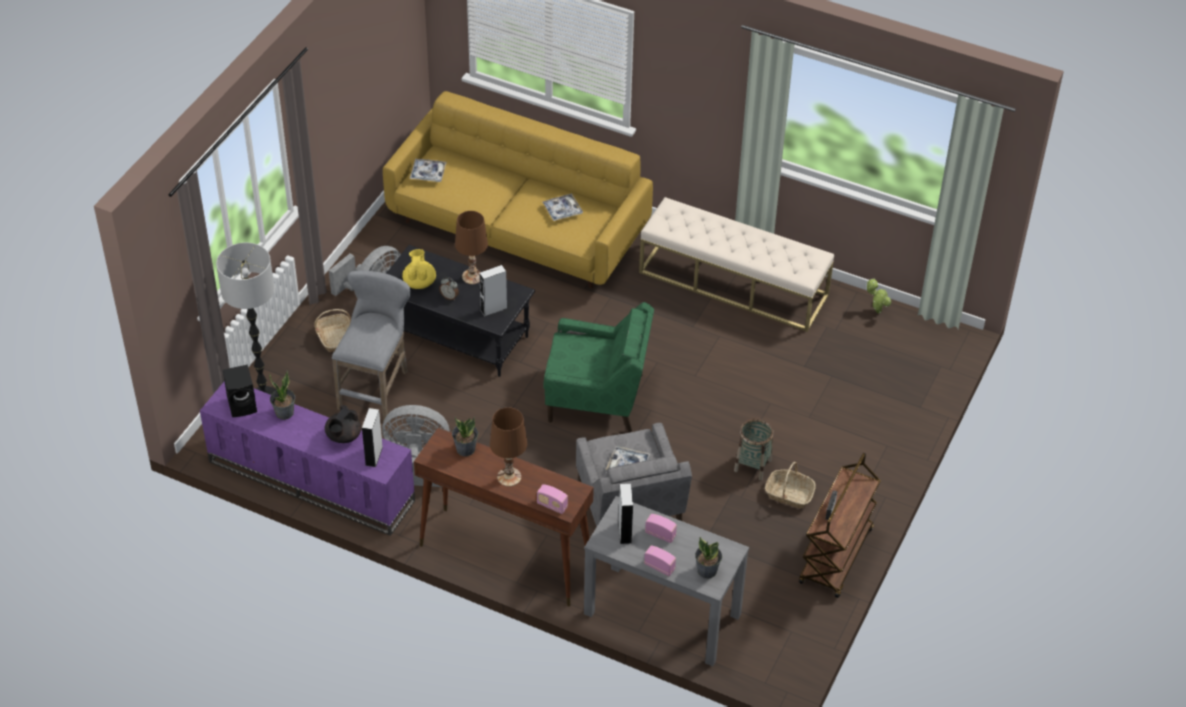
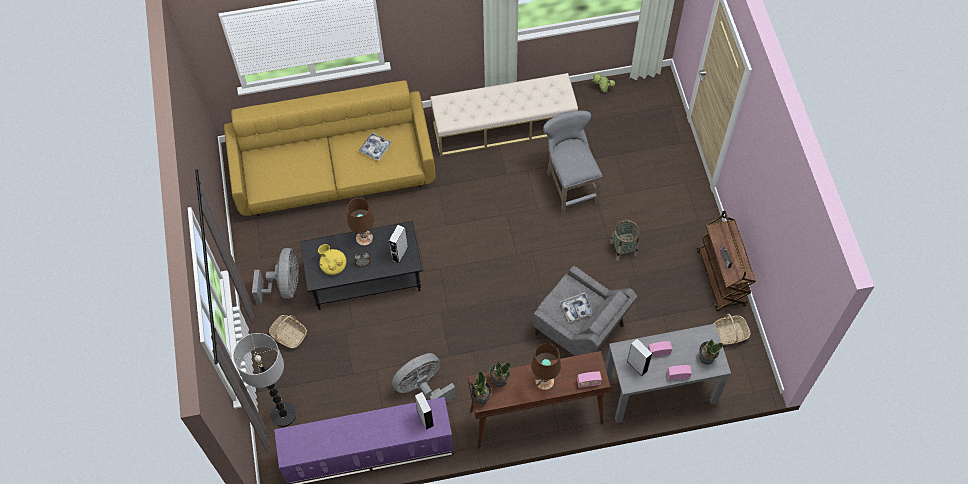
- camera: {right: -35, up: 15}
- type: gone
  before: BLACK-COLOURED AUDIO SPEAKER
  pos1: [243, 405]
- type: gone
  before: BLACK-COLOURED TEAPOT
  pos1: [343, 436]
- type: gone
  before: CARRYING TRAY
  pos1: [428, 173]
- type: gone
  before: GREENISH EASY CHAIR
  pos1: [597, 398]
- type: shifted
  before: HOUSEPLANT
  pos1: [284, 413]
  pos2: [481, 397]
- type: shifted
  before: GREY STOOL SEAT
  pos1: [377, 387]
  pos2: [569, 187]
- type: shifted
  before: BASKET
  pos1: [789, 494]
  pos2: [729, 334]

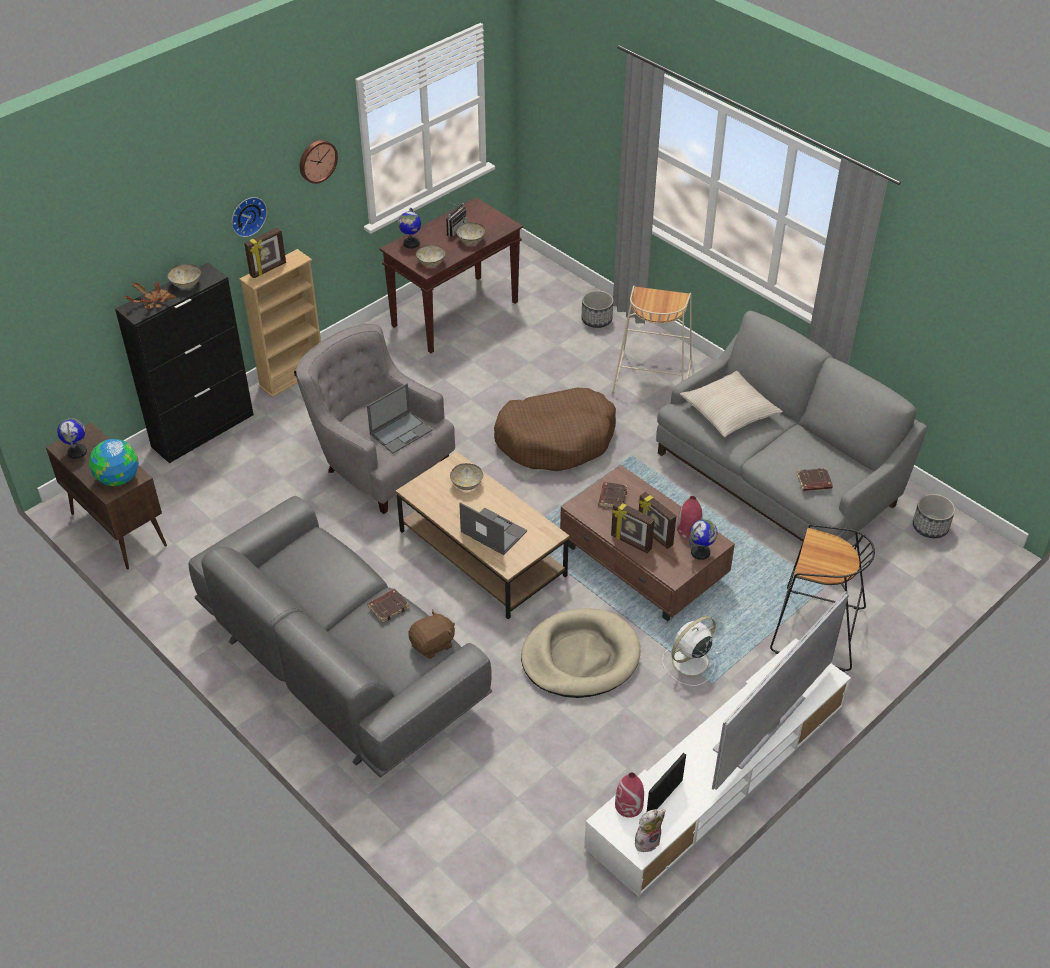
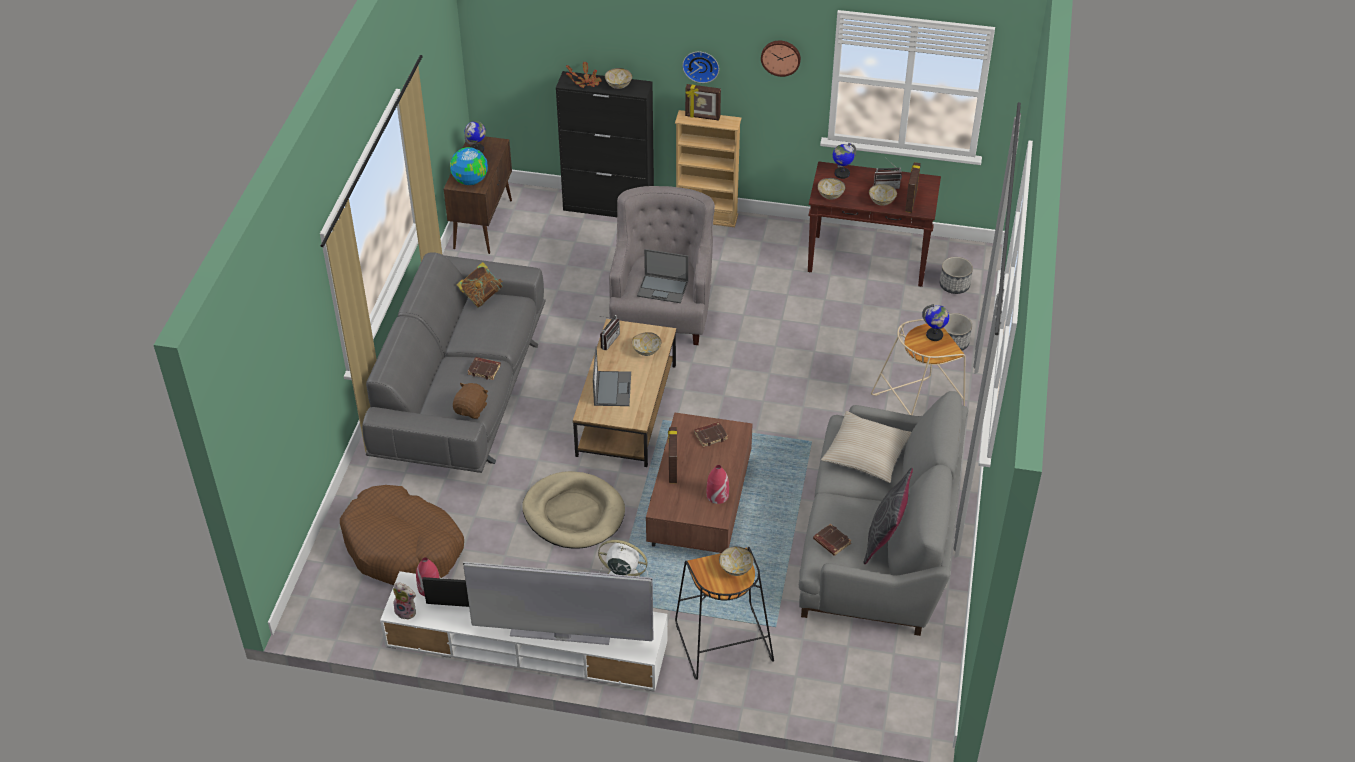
- camera: {right: 55, up: 0}
- type: new
  after: BOOK
  pos2: [481, 296]
- type: new
  after: RADIO RECEIVER
  pos2: [607, 340]
- type: new
  after: SERVING BOWL
  pos2: [736, 569]
- type: new
  after: GREY PILLOW
  pos2: [885, 539]
- type: shifted
  before: BROWN-COLOURED DOG BED
  pos1: [556, 439]
  pos2: [403, 547]
- type: shifted
  before: PHOTO FRAME
  pos1: [654, 536]
  pos2: [910, 201]
- type: shifted
  before: WORLD GLOBE
  pos1: [700, 552]
  pos2: [934, 335]
- type: shifted
  before: FLOWER POT
  pos1: [930, 527]
  pos2: [954, 285]
- type: rotated
  before: BROWN-COLOURED SOFT TOY
  pos1: [433, 644]
  pos2: [471, 409]
  turn: -90

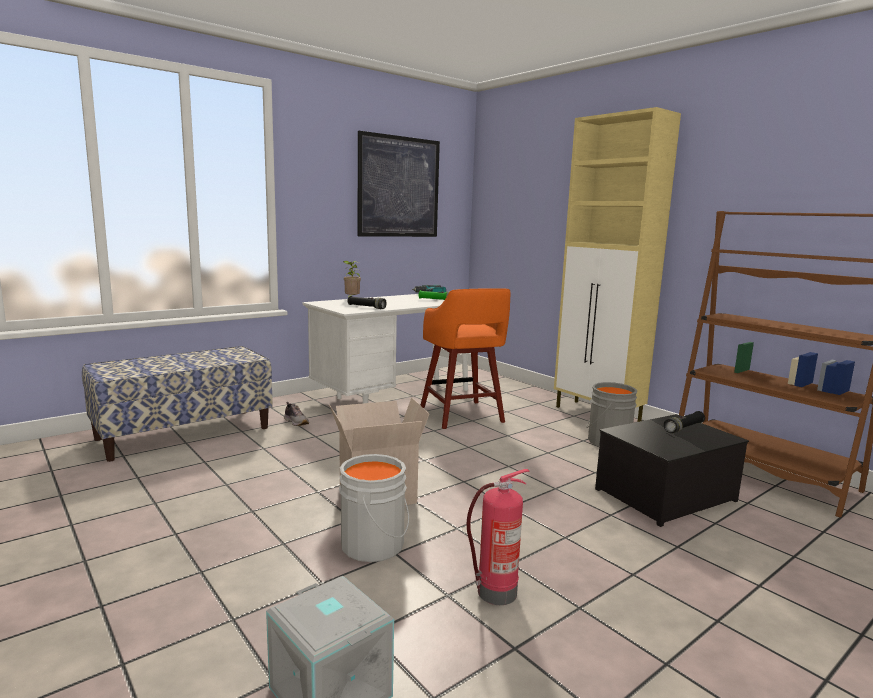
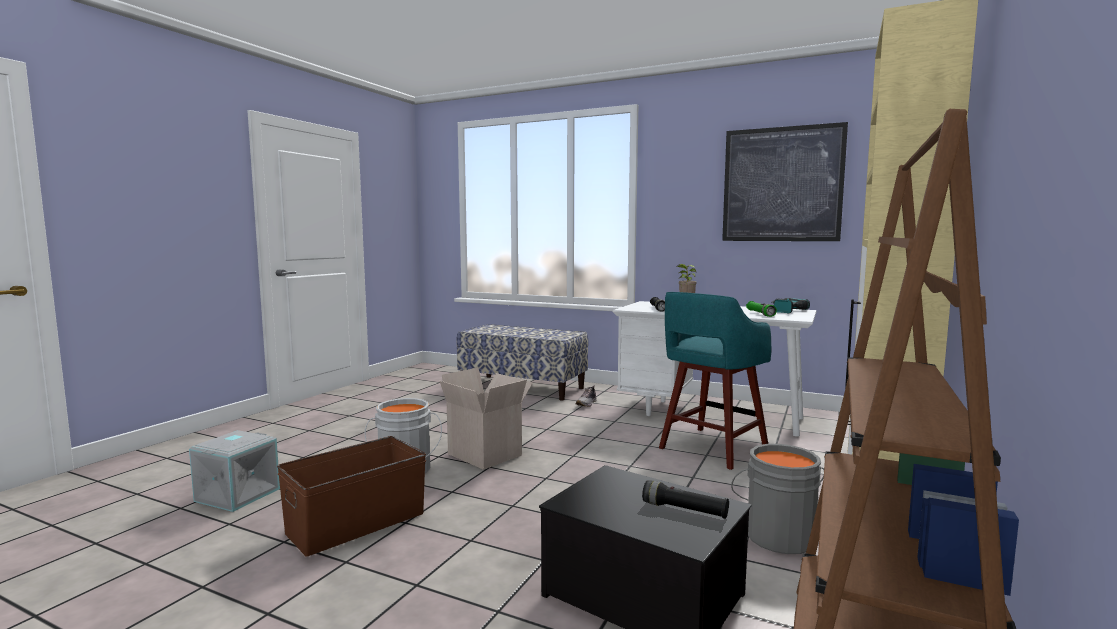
- camera: {right: 65, up: -5}
- type: swapped
  before: FIRE-FIGHTING CYLINDER
  after: BROWN-COLOURED STORAGE CONTAINER
  pos1: [495, 593]
  pos2: [355, 523]
- type: repainted
  before: ORANGE-COLOURED STOOL SEAT
  after: TURQUOISE STOOL SEAT
  pos1: [462, 415]
  pos2: [711, 448]

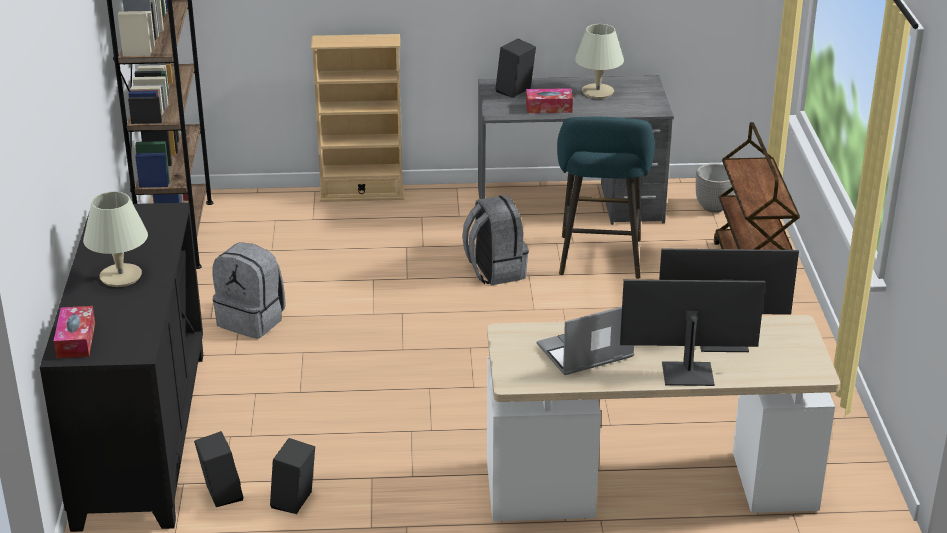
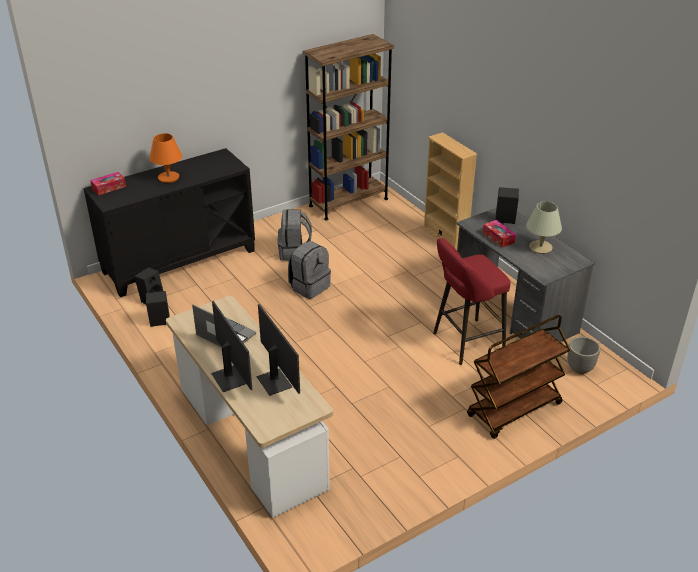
- camera: {right: 60, up: 5}
- type: shifted
  before: GREY RUCKSACK
  pos1: [494, 271]
  pos2: [309, 286]
- type: repainted
  before: BEIGE LAMP FOR A TABLE
  after: ORANGE-COLOURED LAMP FOR A TABLE
  pos1: [120, 277]
  pos2: [168, 178]
- type: repainted
  before: TURQUOISE STOOL SEAT
  after: RED-COLOURED STOOL SEAT
  pos1: [600, 260]
  pos2: [464, 342]

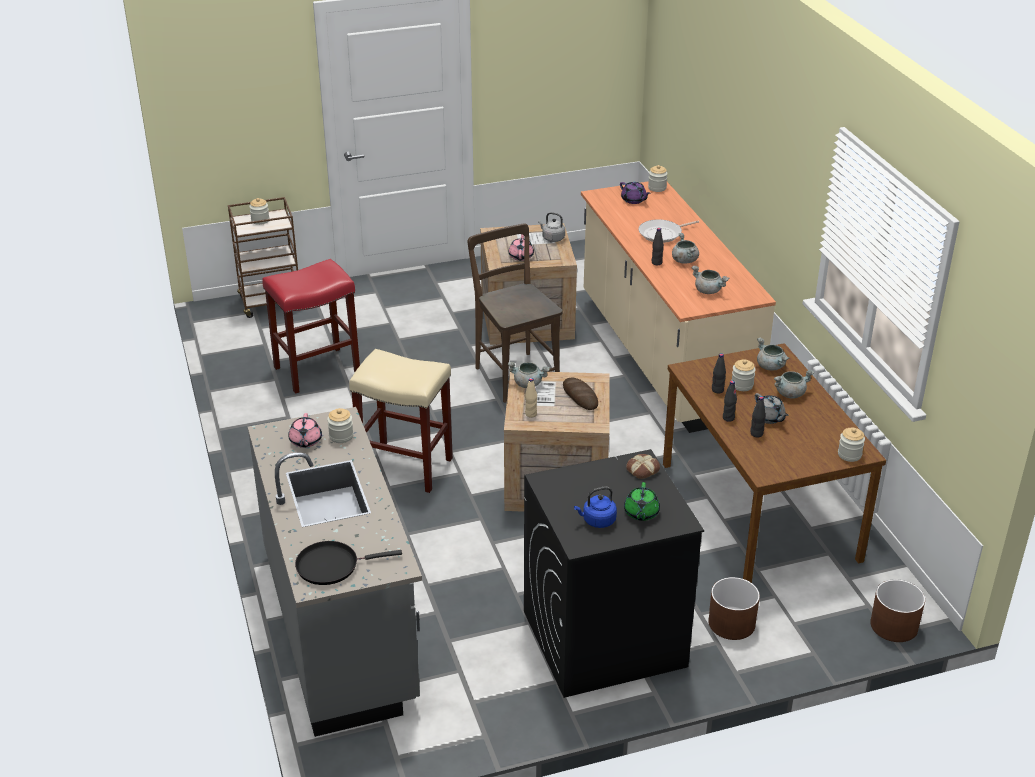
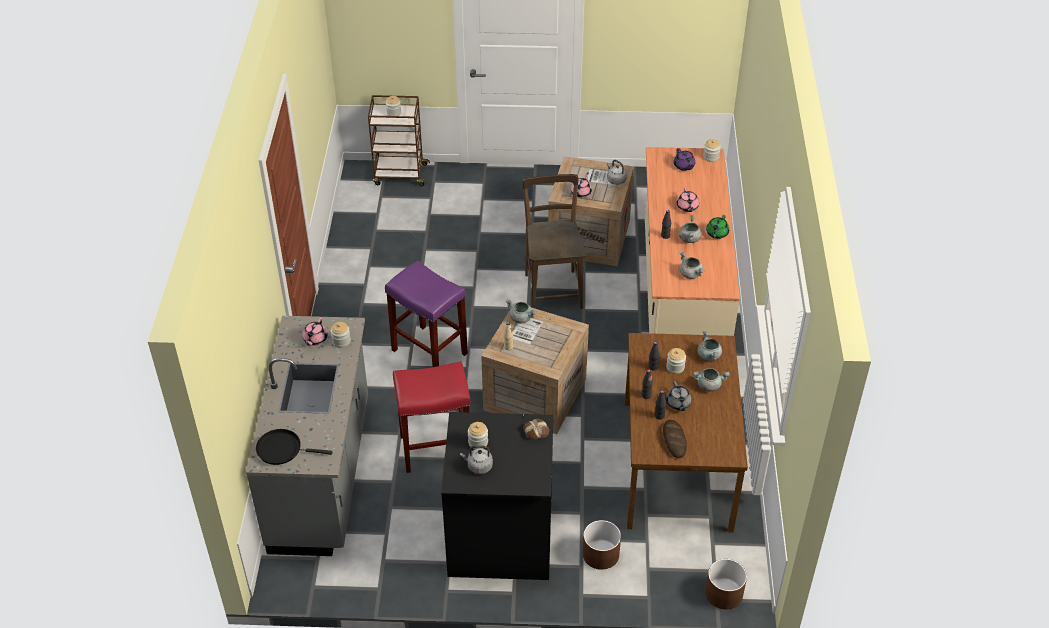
- camera: {right: 20, up: 10}
- type: shifted
  before: RED-COLOURED STOOL SEAT
  pos1: [317, 369]
  pos2: [436, 448]
- type: shifted
  before: BREAD
  pos1: [580, 396]
  pos2: [674, 440]
- type: shifted
  before: GREENISH TEAPOT
  pos1: [641, 513]
  pos2: [716, 233]
- type: shifted
  before: STORAGE JAR
  pos1: [849, 454]
  pos2: [478, 442]
- type: swapped
  before: FRYING PAN
  after: PINK-COLOURED TEAPOT
  pos1: [662, 234]
  pos2: [687, 207]
- type: repainted
  before: BEIGE STOOL SEAT
  after: PURPLE STOOL SEAT
  pos1: [404, 467]
  pos2: [428, 352]
- type: repainted
  before: BLUE-COLOURED KETTLE
  after: GREY KETTLE
  pos1: [597, 521]
  pos2: [478, 466]

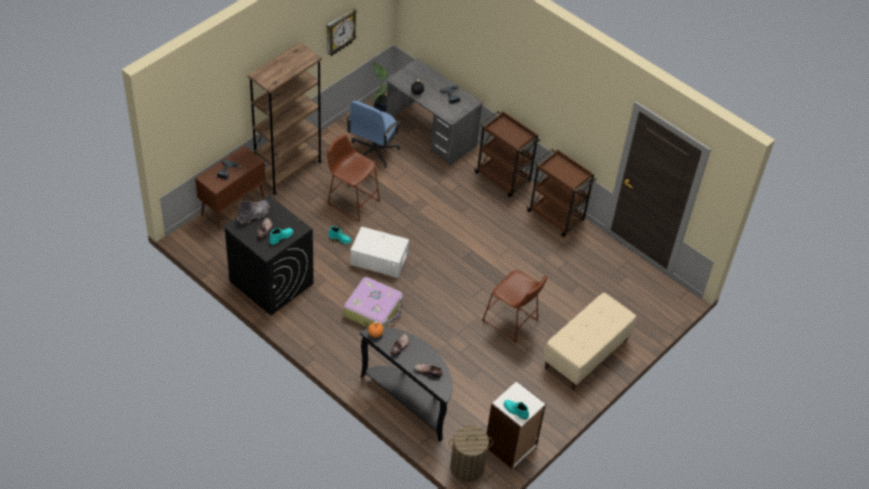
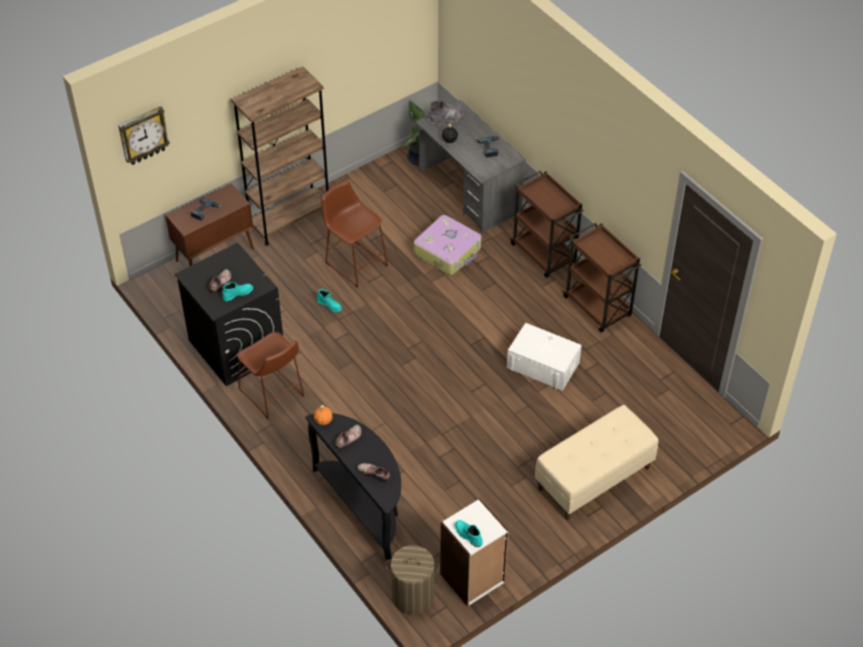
- camera: {right: 15, up: 0}
- type: gone
  before: BLUE-COLOURED OFFICE CHAIR
  pos1: [373, 151]
- type: shifted
  before: GREY HIGH-TOP BOOT
  pos1: [254, 215]
  pos2: [446, 118]
- type: shifted
  before: HANGING CLOCK
  pos1: [340, 32]
  pos2: [143, 135]
- type: shifted
  before: TRAVEL CASE
  pos1: [373, 309]
  pos2: [448, 251]
- type: shifted
  before: WHITE-COLOURED STORAGE CONTAINER
  pos1: [379, 259]
  pos2: [543, 365]
- type: shifted
  before: BROWN-COLOURED STOOL SEAT
  pos1: [512, 322]
  pos2: [273, 395]

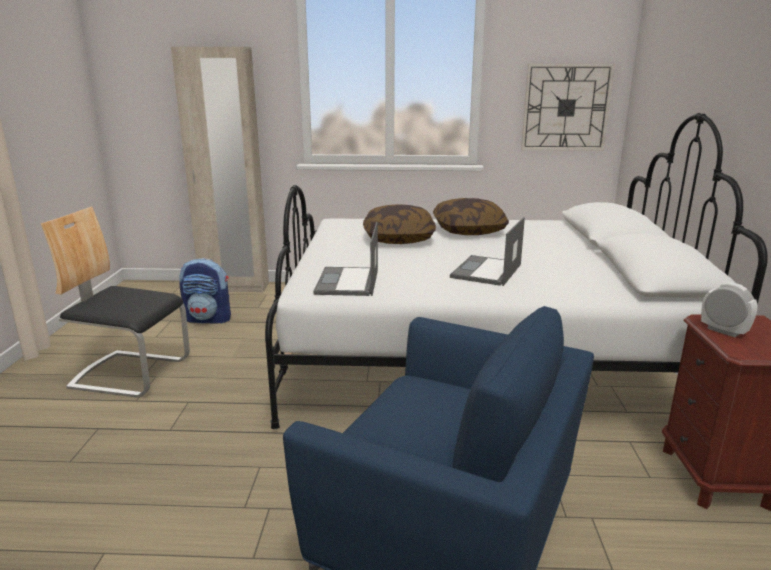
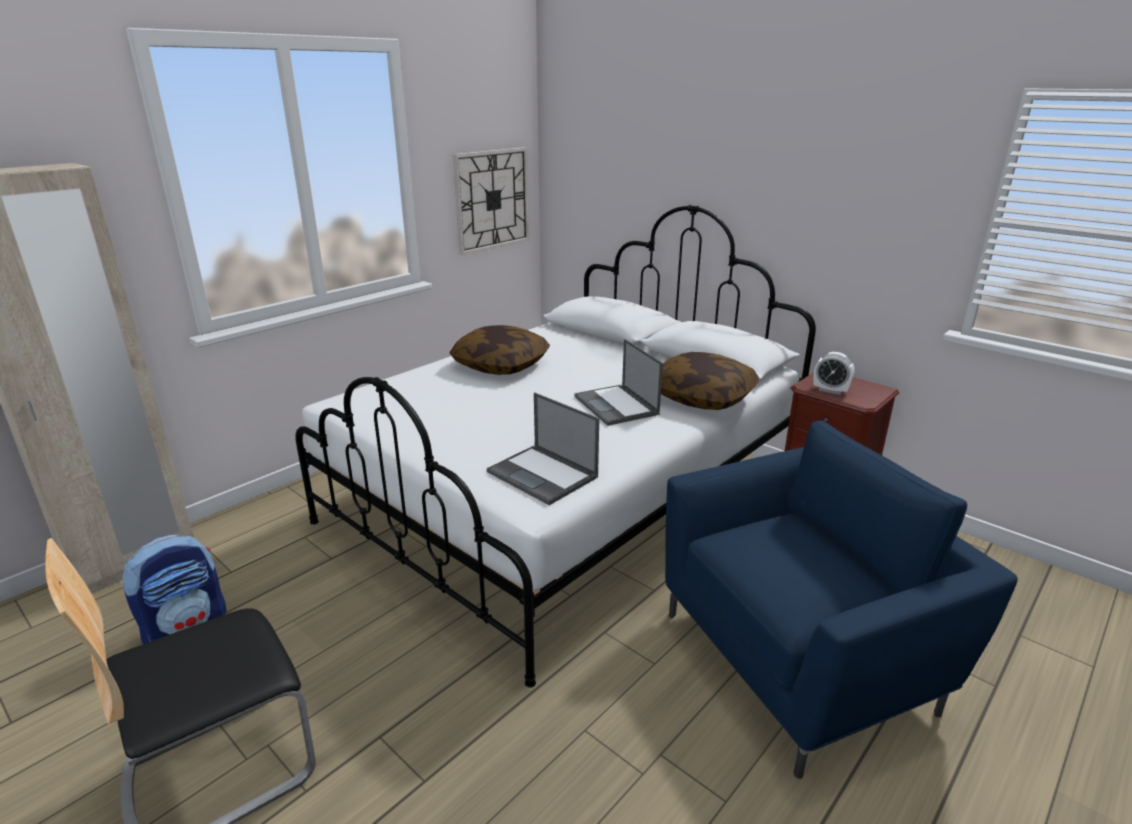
- camera: {right: -50, up: 5}
- type: shifted
  before: PILLOW
  pos1: [399, 238]
  pos2: [702, 397]
- type: rotated
  before: TABLE CLOCK
  pos1: [723, 331]
  pos2: [830, 390]
  turn: -150

